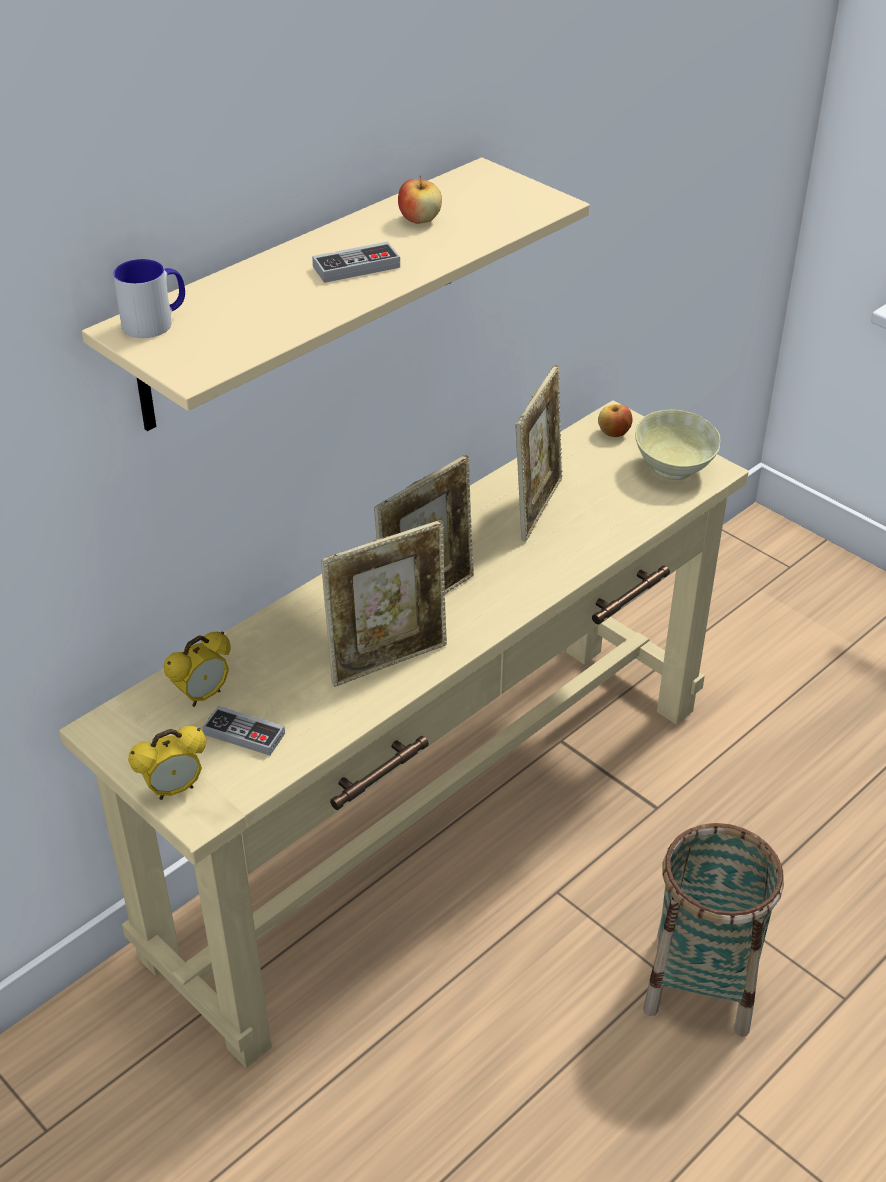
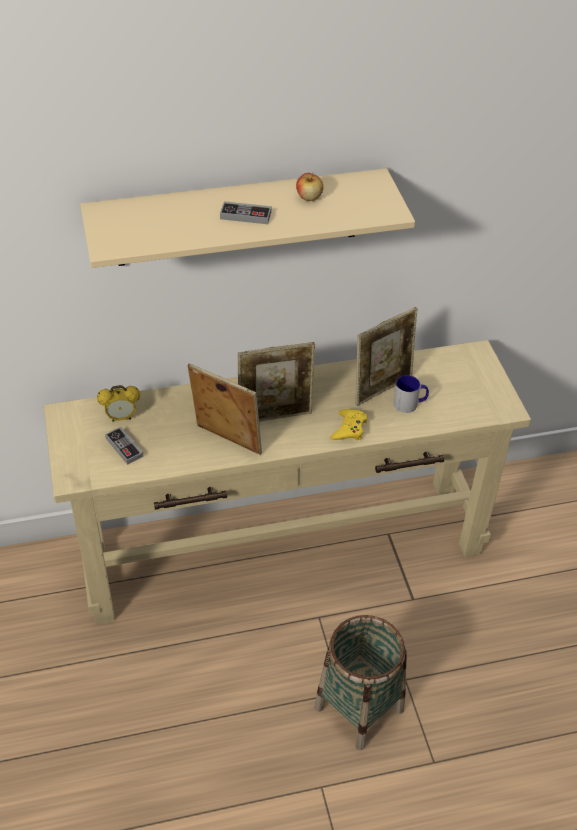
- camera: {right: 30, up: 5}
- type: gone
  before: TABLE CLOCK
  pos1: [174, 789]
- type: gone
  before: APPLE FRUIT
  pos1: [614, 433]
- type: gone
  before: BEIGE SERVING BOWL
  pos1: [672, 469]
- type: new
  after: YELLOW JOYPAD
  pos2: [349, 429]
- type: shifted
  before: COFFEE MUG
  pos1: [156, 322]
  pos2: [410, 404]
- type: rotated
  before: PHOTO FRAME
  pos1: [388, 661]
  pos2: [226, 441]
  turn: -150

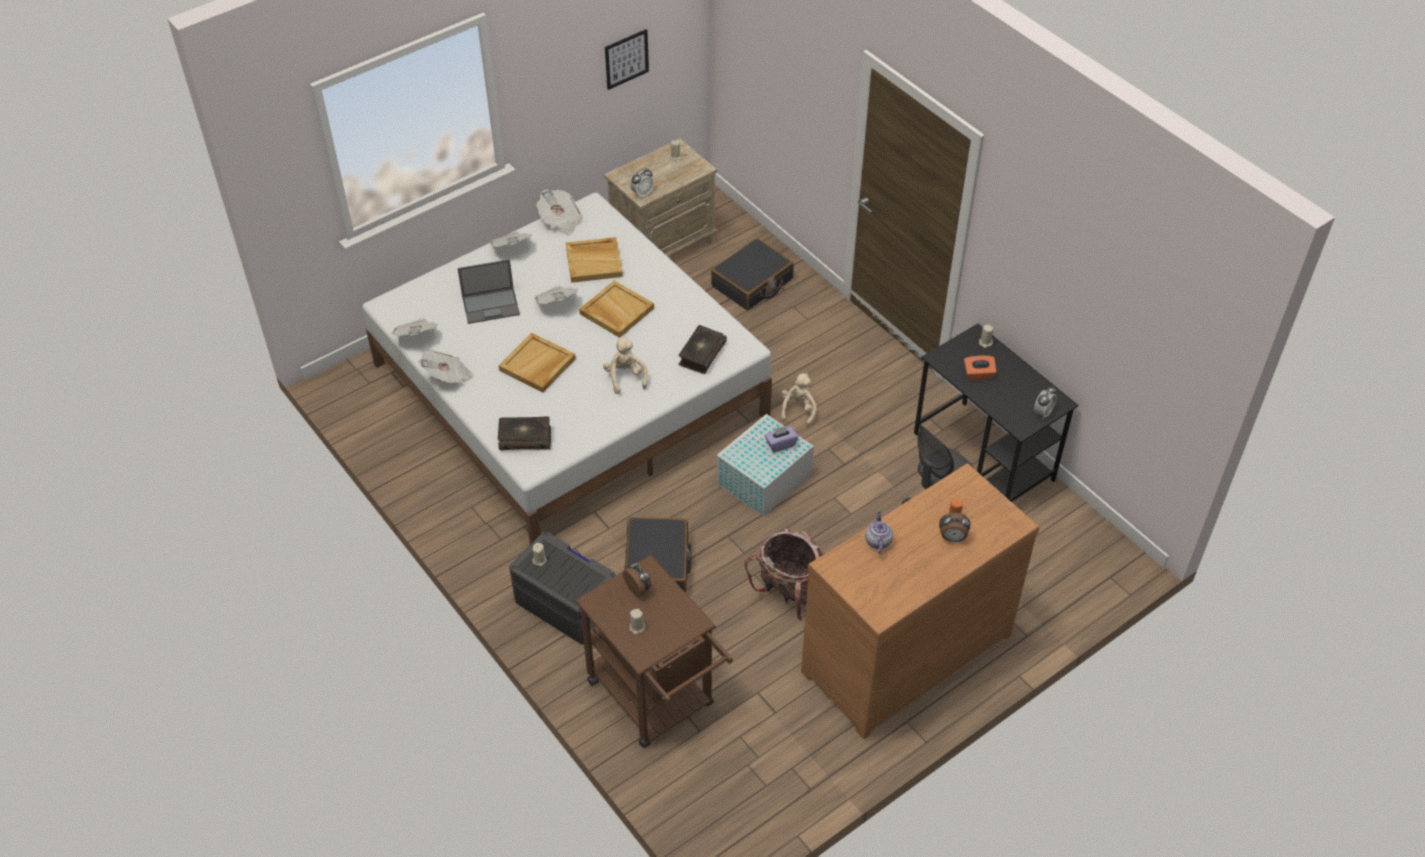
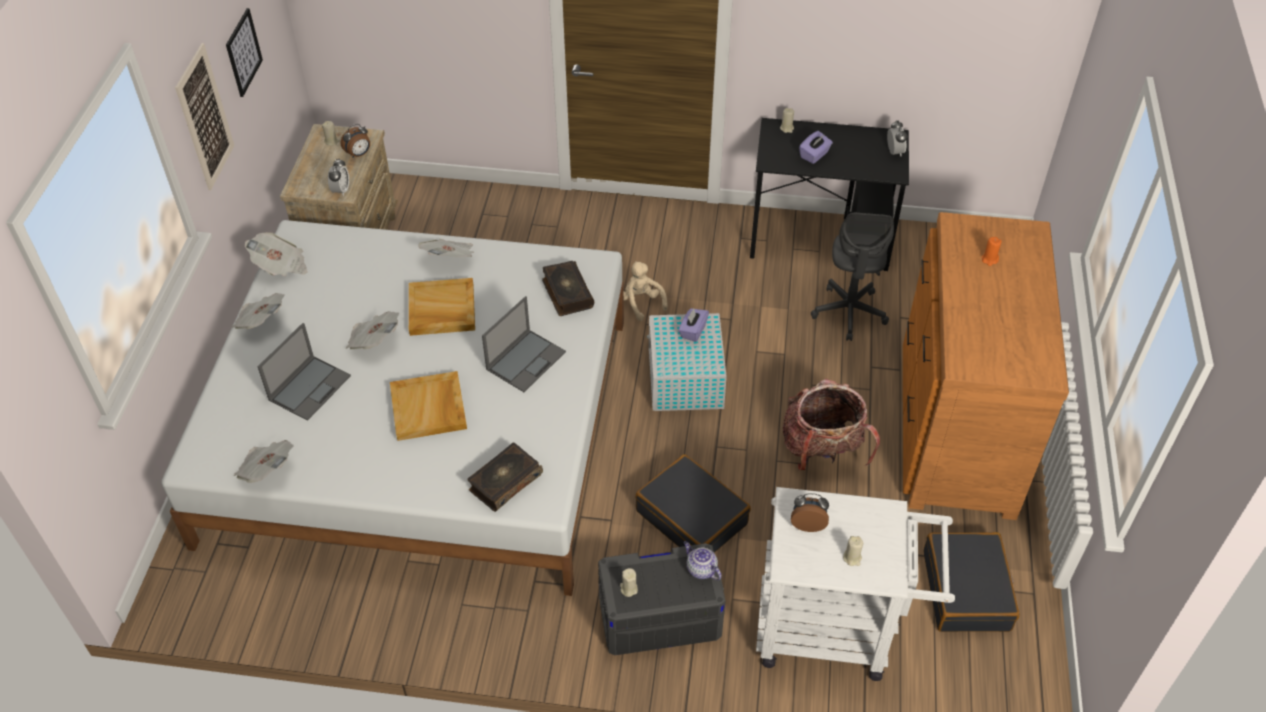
- camera: {right: -45, up: 0}
- type: gone
  before: BEIGE CARRYING TRAY
  pos1: [594, 261]
- type: new
  after: PICTURE
  pos2: [205, 118]
- type: shifted
  before: PRINTED PAPER
  pos1: [447, 376]
  pos2: [450, 258]
- type: shifted
  before: BLACK-COLOURED TRAVEL CASE
  pos1: [752, 283]
  pos2: [967, 591]
- type: shifted
  before: TEAPOT
  pos1: [877, 541]
  pos2: [700, 569]
- type: shifted
  before: TABLE CLOCK
  pos1: [952, 538]
  pos2: [359, 154]
- type: swapped
  before: BEIGE SOFT TOY
  after: NOTEBOOK COMPUTER
  pos1: [625, 377]
  pos2: [526, 360]
- type: repainted
  before: BROWN-COLOURED TROLLEY
  after: WHITE-COLOURED TROLLEY
  pos1: [657, 700]
  pos2: [837, 630]
- type: repainted
  before: ORANGE-COLOURED TISSUE HOLDER
  after: PURPLE TISSUE HOLDER
  pos1: [978, 375]
  pos2: [814, 155]

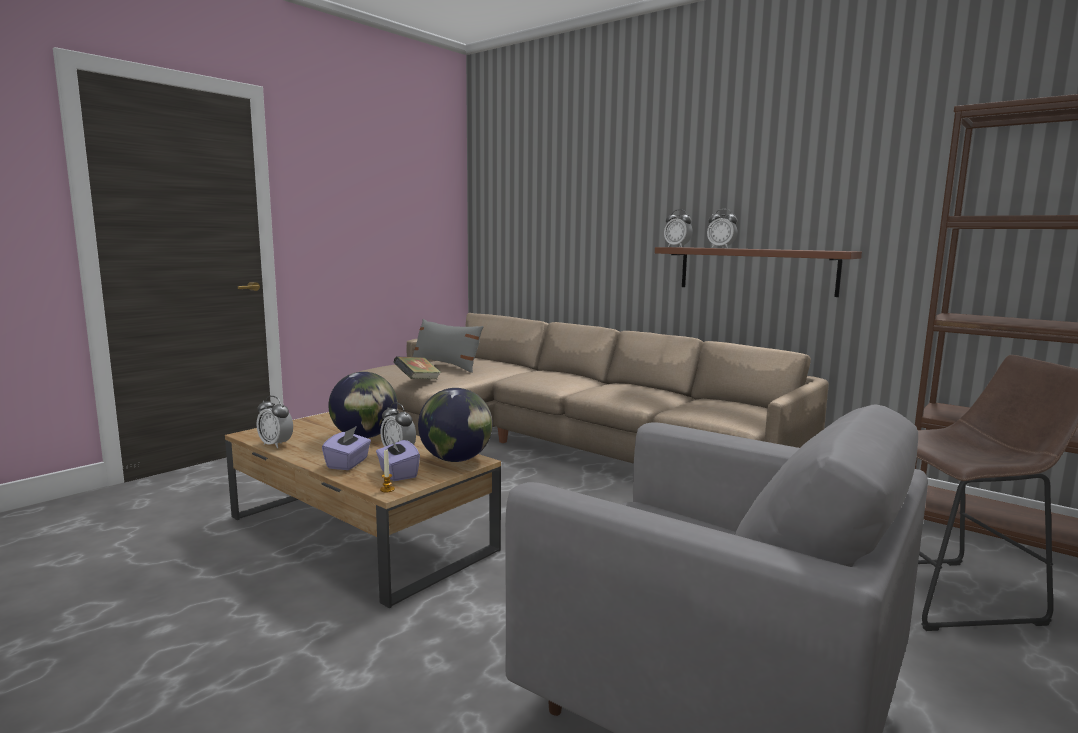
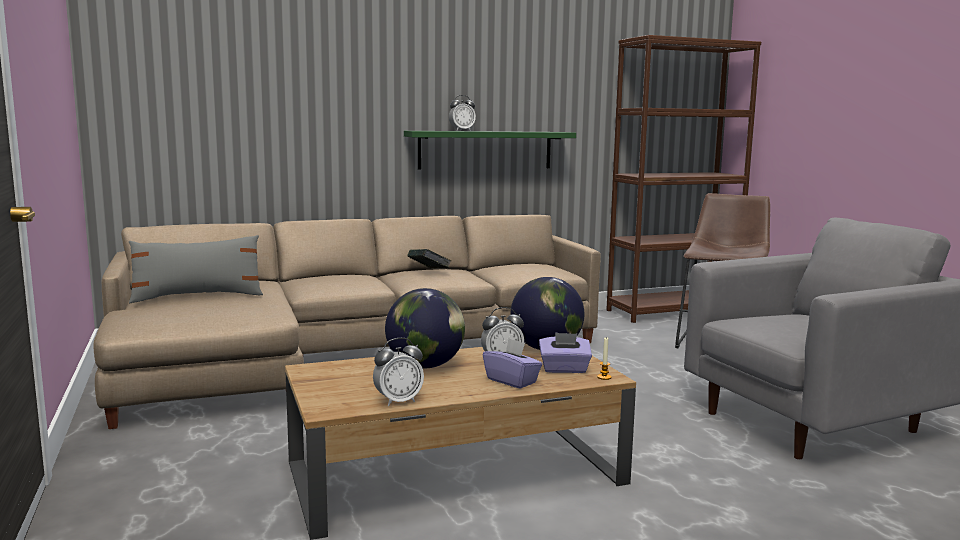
- camera: {right: -60, up: 0}
- type: gone
  before: TABLE CLOCK
  pos1: [677, 247]
- type: shifted
  before: BOOK
  pos1: [417, 381]
  pos2: [429, 272]
- type: repainted
  before: BROWN-COLOURED BRACKET SHELF
  after: GREENISH BRACKET SHELF
  pos1: [756, 270]
  pos2: [485, 150]

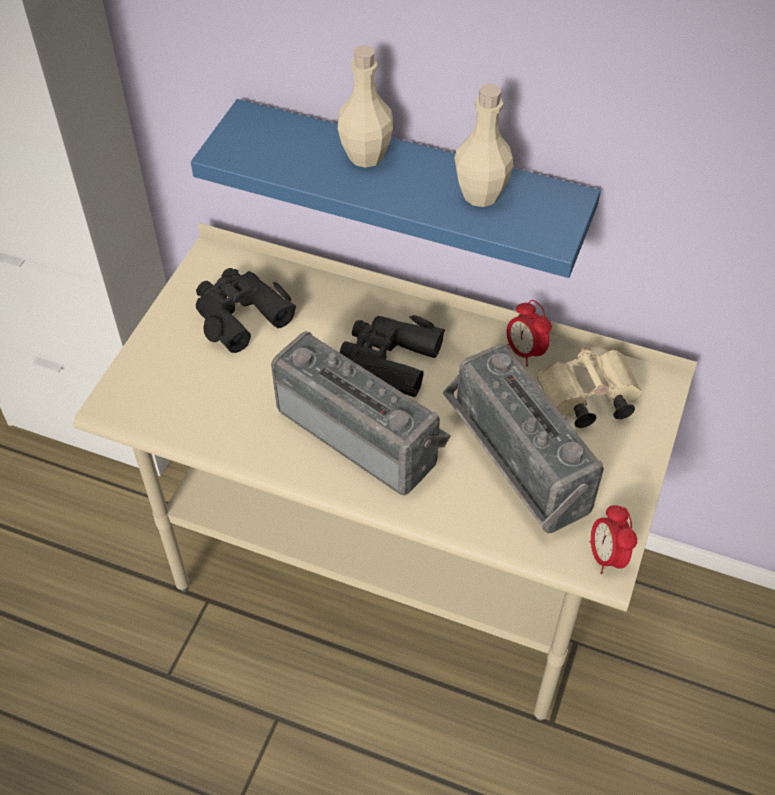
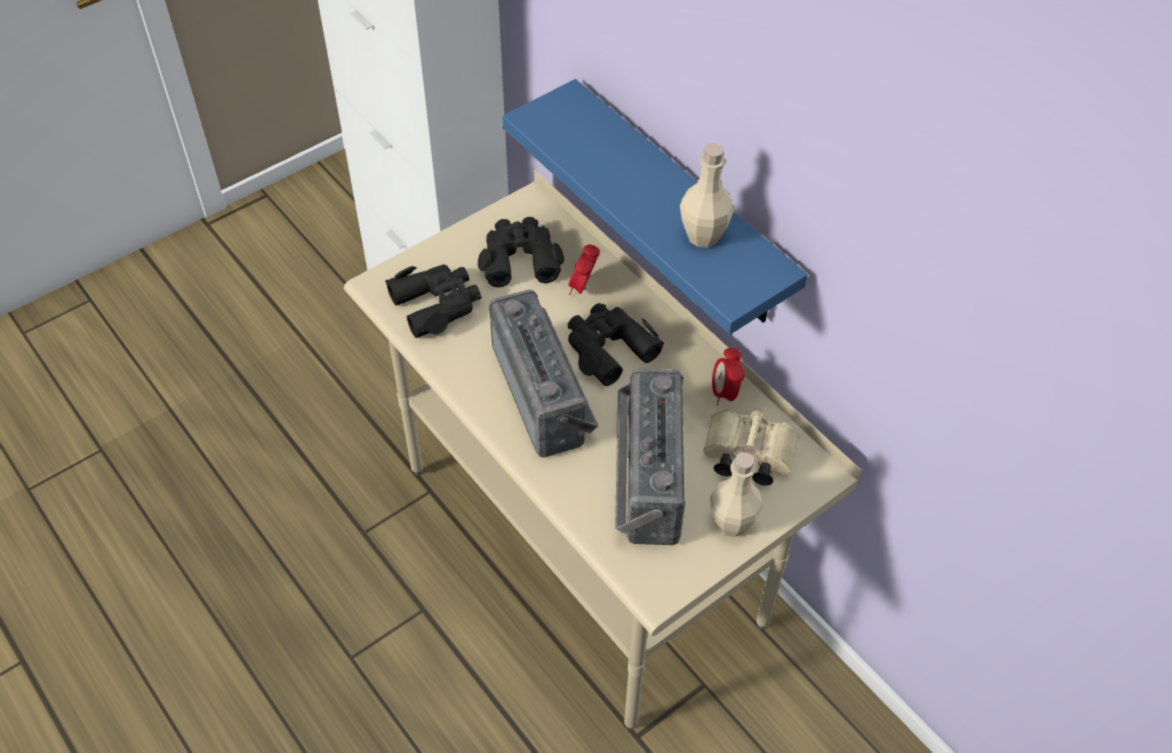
- camera: {right: 30, up: 0}
- type: new
  after: BLACK-COLOURED BINOCULARS
  pos2: [436, 304]
- type: shifted
  before: BEIGE BEVERAGE BOTTLE
  pos1: [366, 156]
  pos2: [732, 523]
- type: shifted
  before: TABLE CLOCK
  pos1: [607, 556]
  pos2: [583, 287]

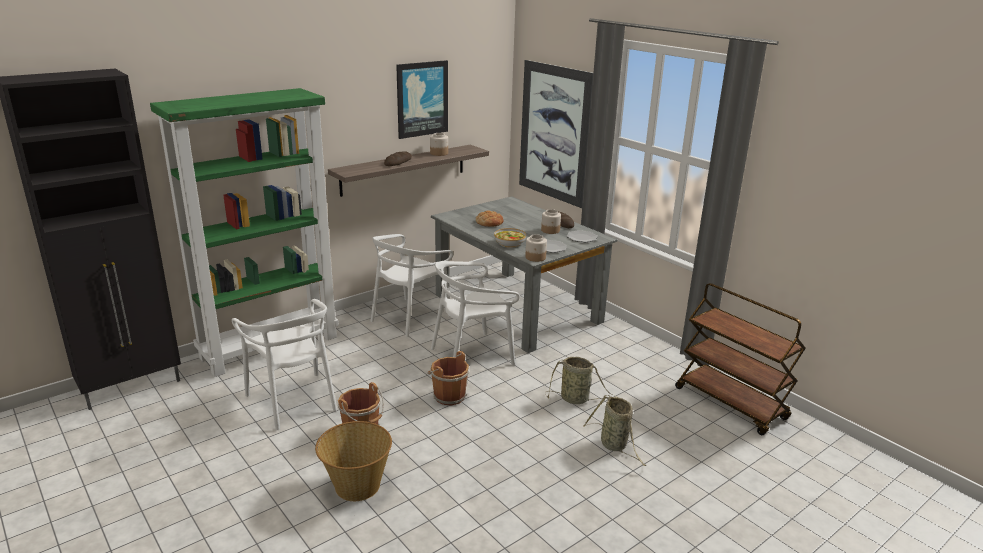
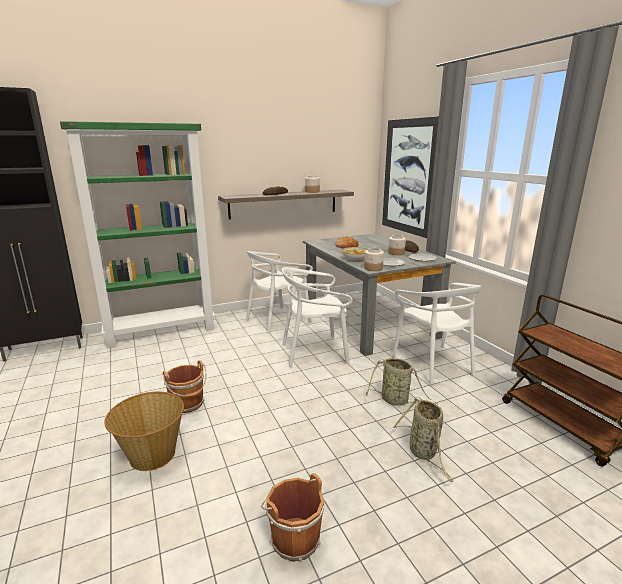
- camera: {right: 15, up: -5}
- type: gone
  before: PICTURE
  pos1: [422, 99]
- type: shifted
  before: WHITE-COLOURED PLAIN CHAIR
  pos1: [293, 401]
  pos2: [433, 364]
- type: shifted
  before: BROWN-COLOURED WATER BUCKET
  pos1: [448, 396]
  pos2: [293, 538]

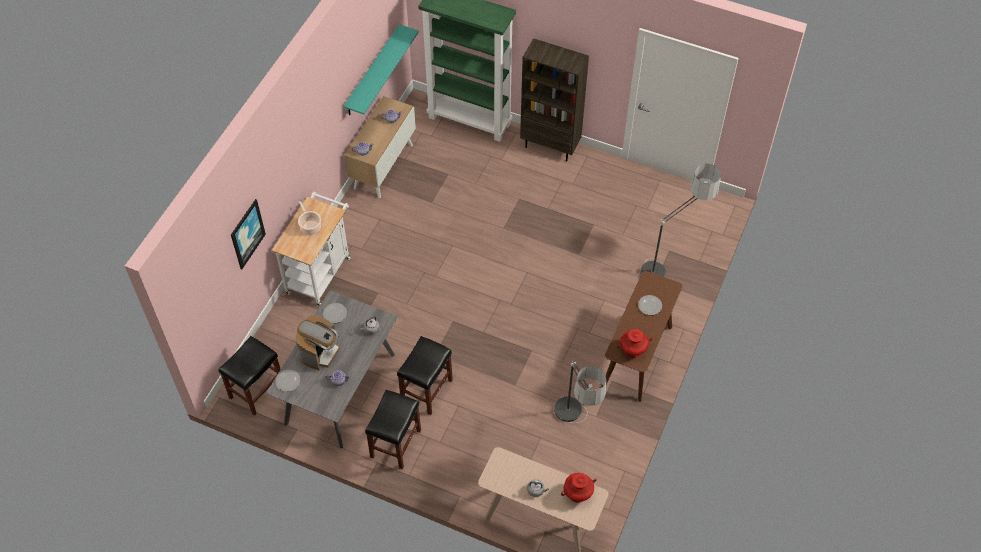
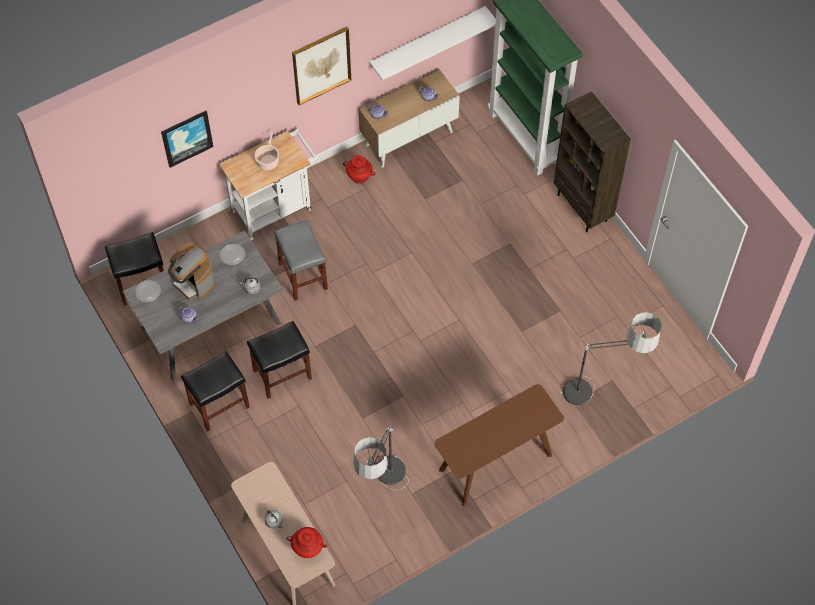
- camera: {right: 35, up: 5}
- type: gone
  before: PLATE
  pos1: [649, 305]
- type: new
  after: GREY STOOL SEAT
  pos2: [303, 276]
- type: new
  after: PICTURE
  pos2: [321, 65]
- type: shifted
  before: RED-COLOURED DECORATIVE VASE
  pos1: [633, 350]
  pos2: [359, 176]
- type: repainted
  before: TURQUOISE BRACKET SHELF
  after: WHITE-COLOURED BRACKET SHELF
  pos1: [372, 71]
  pos2: [427, 40]
- type: rotated
  before: COFFEE MACHINE
  pos1: [320, 352]
  pos2: [193, 282]
  turn: 75

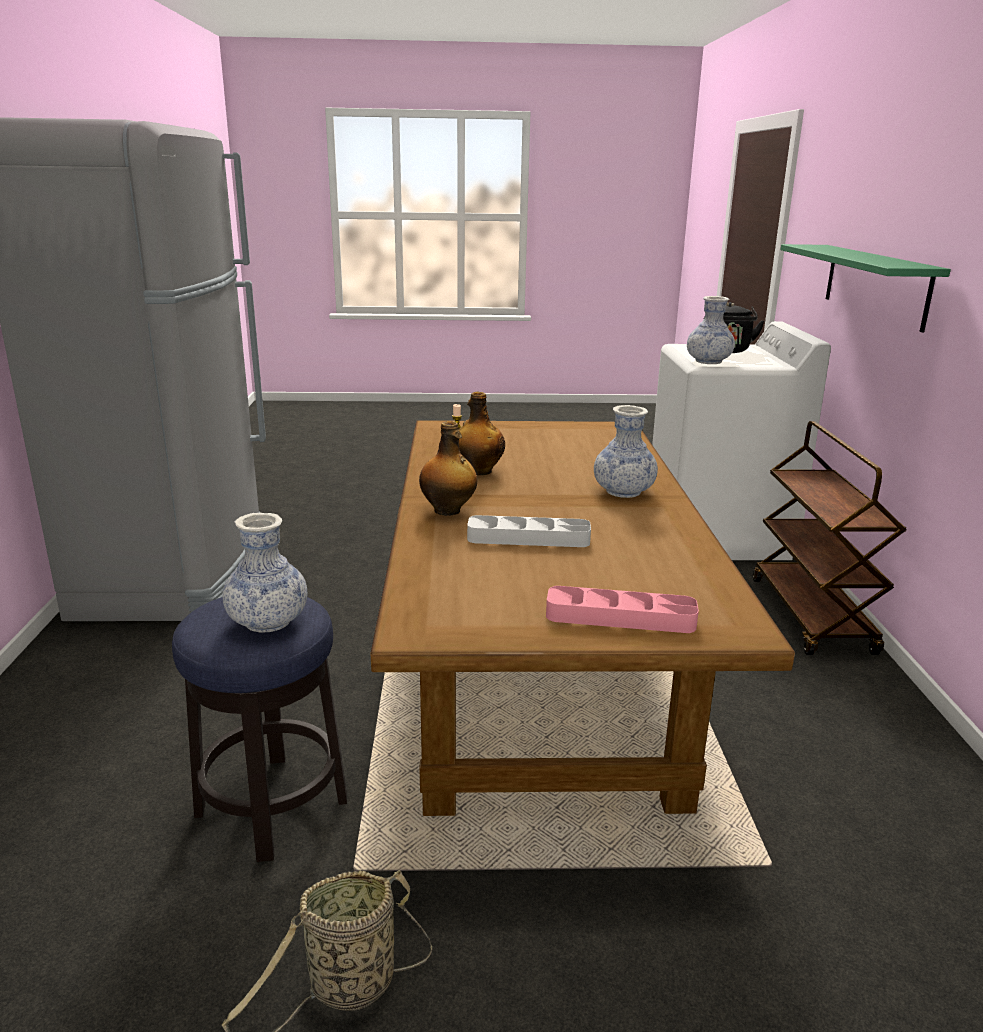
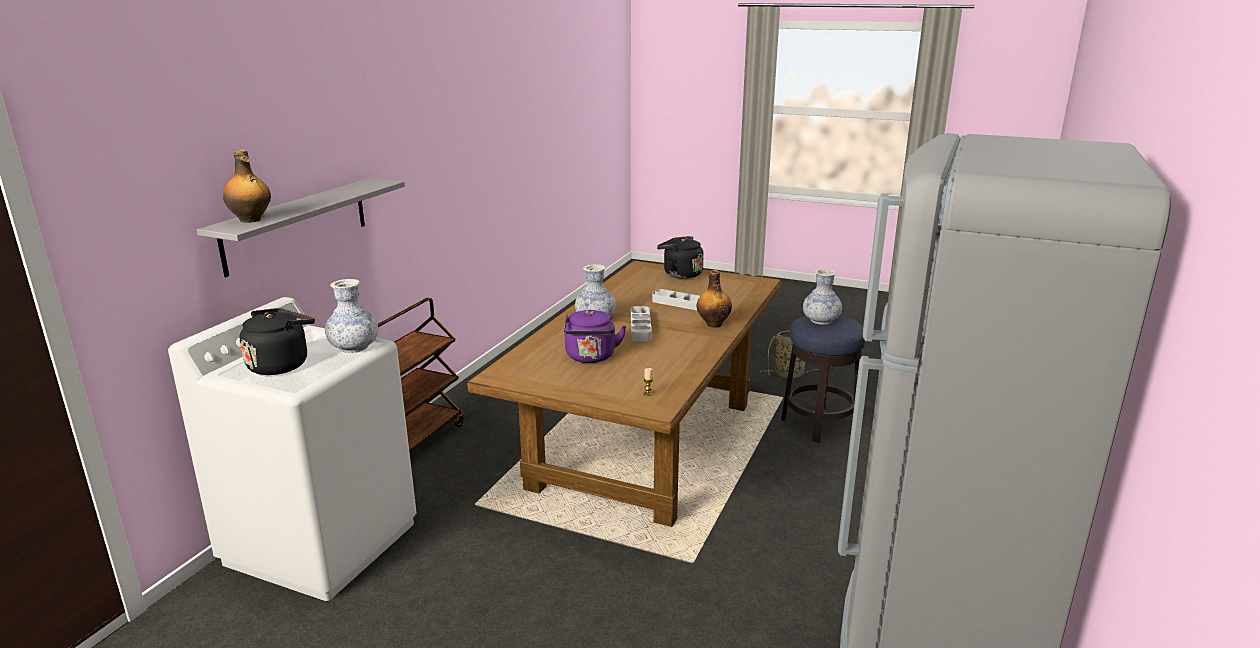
- camera: {right: -155, up: 0}
- type: new
  after: PURPLE KETTLE
  pos2: [591, 357]
- type: new
  after: GREY CARRYING TRAY
  pos2: [640, 327]
- type: shifted
  before: BEVERAGE BOTTLE
  pos1: [478, 471]
  pos2: [251, 220]
- type: swapped
  before: PINK-COLOURED CARRYING TRAY
  after: BLACK-COLOURED KETTLE
  pos1: [620, 617]
  pos2: [680, 274]
- type: repainted
  before: GREENISH BRACKET SHELF
  after: GREY BRACKET SHELF
  pos1: [875, 284]
  pos2: [297, 224]

